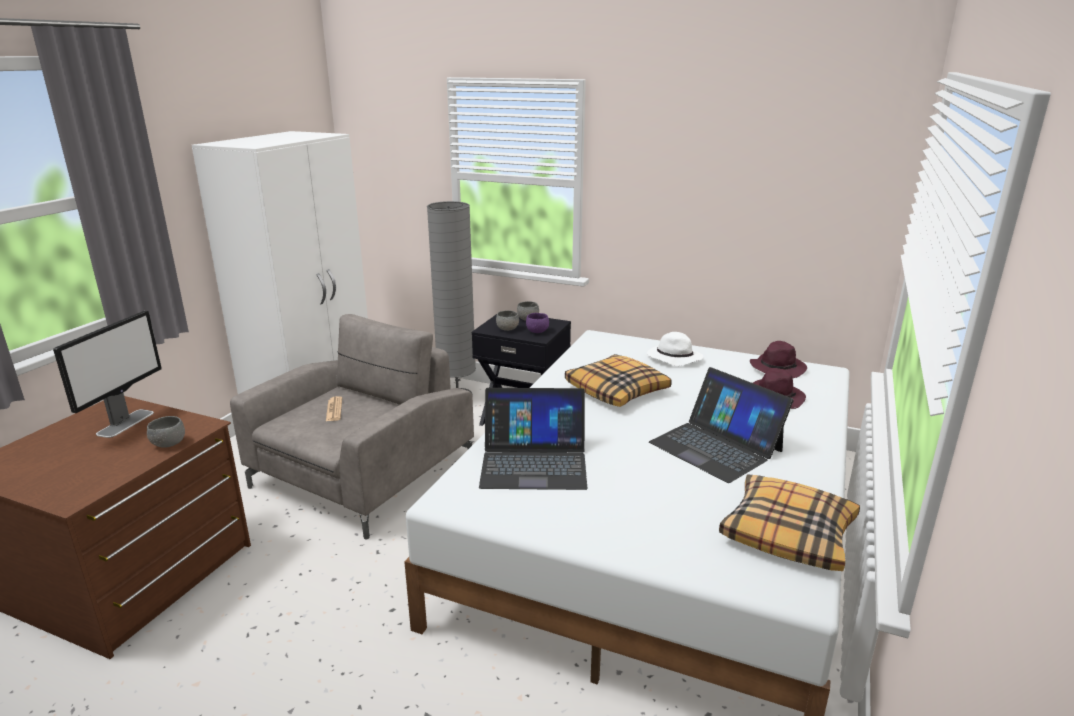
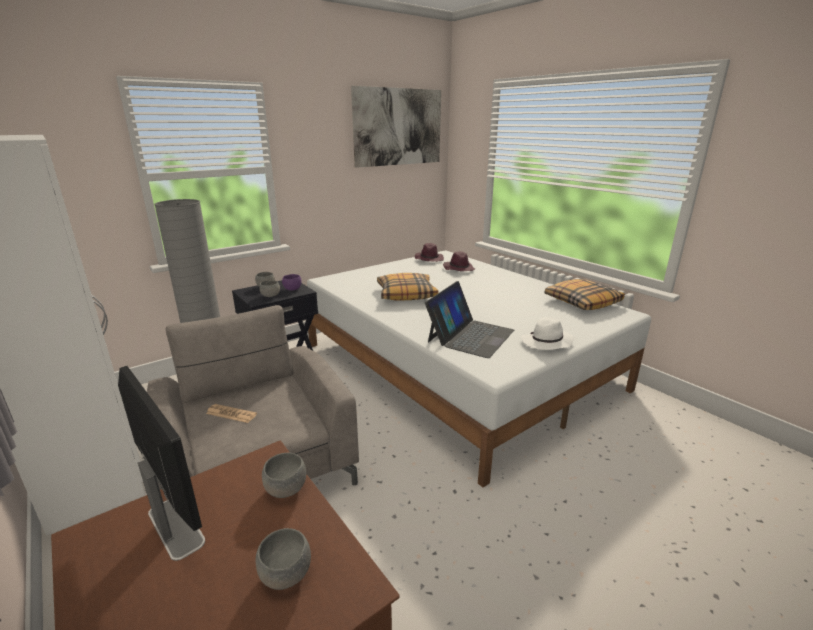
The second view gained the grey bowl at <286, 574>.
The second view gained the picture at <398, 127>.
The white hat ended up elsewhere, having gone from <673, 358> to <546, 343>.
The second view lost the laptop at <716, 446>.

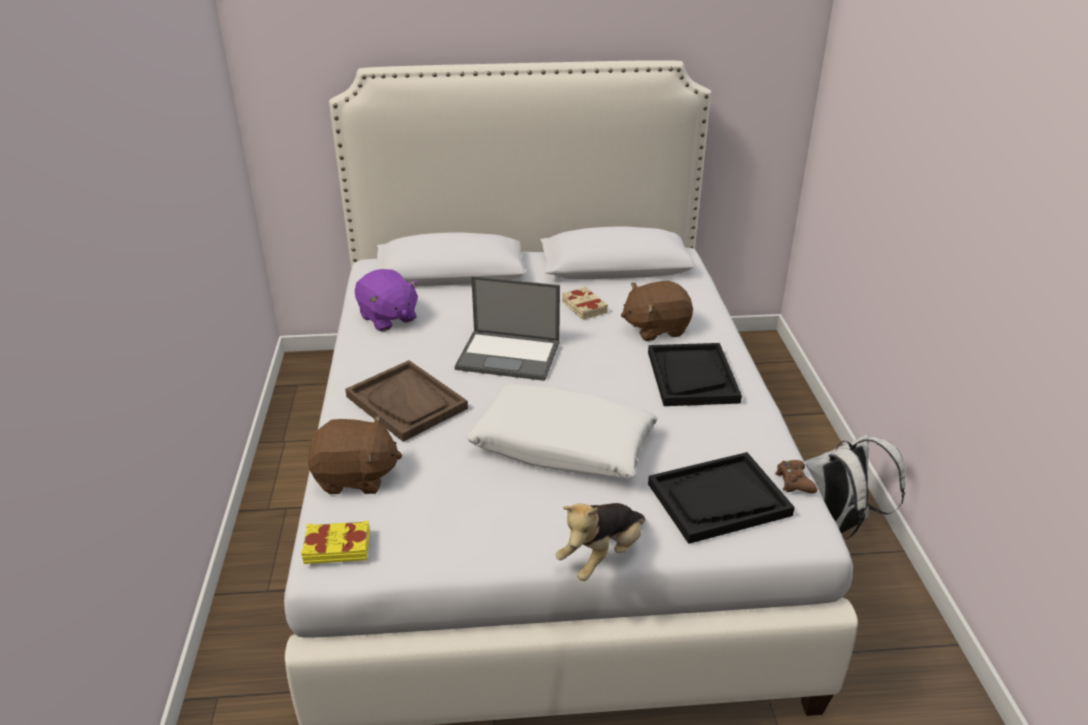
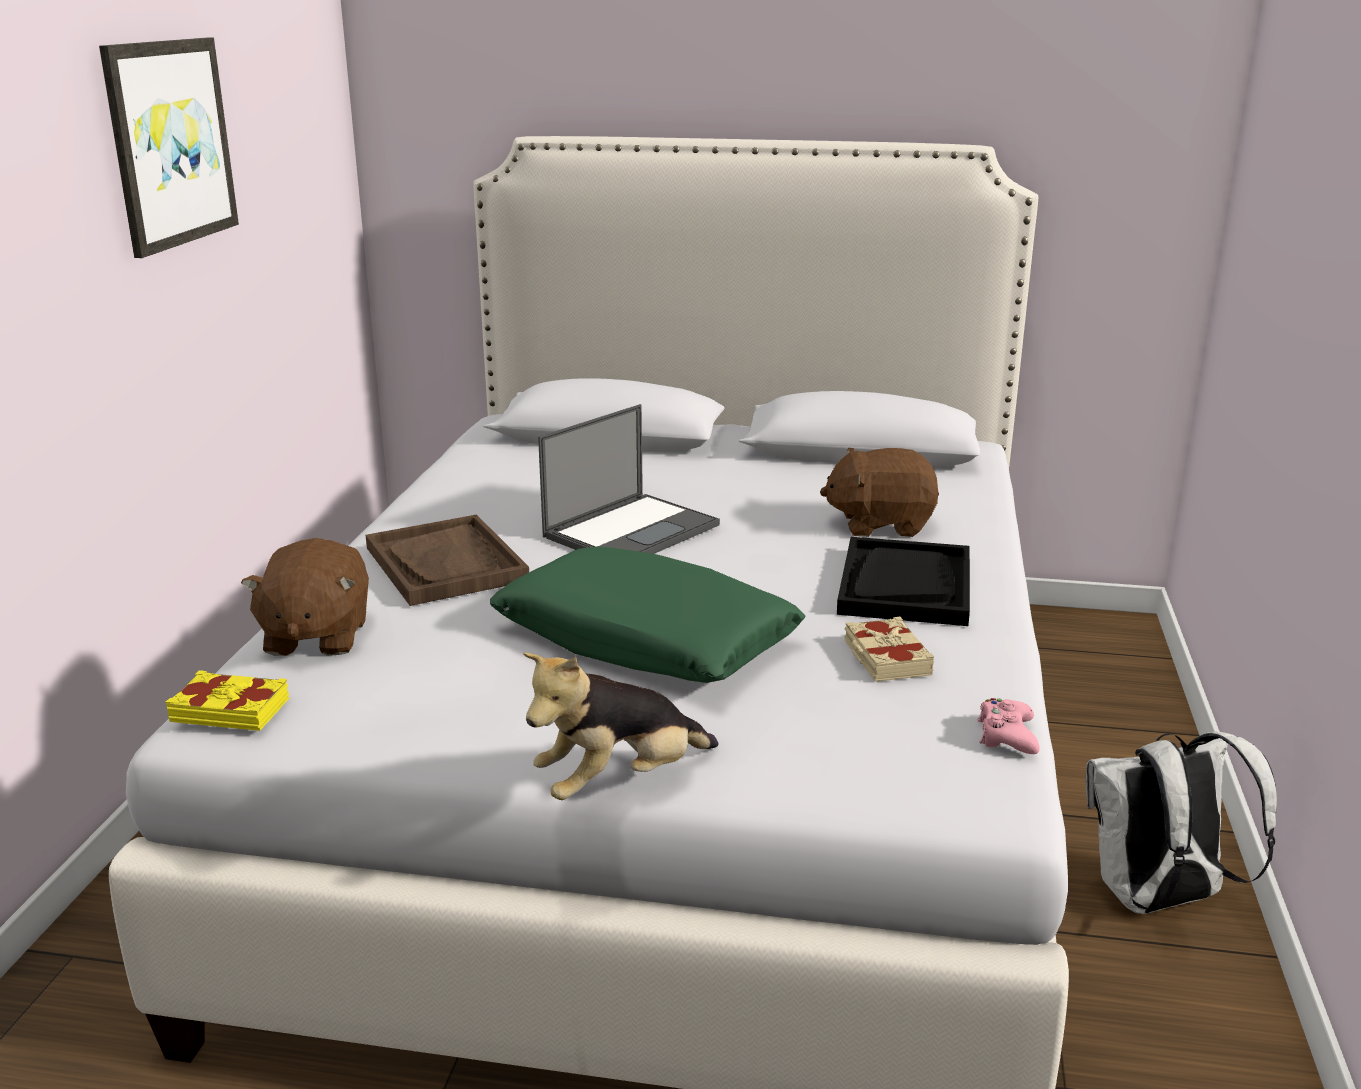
The second view gained the picture at <169, 143>.
The brown plush toy at <355, 477> ended up facing another way, 75 degrees clockwise from before.
What was the white pillow at <563, 446> turned into the green pillow at <645, 641>.
The laptop at <510, 355> ended up facing another way, 75 degrees counterclockwise from before.
The beige book ended up elsewhere, having gone from <583, 307> to <886, 658>.
What was the brown game controller at <794, 482> turned into the pink game controller at <1006, 736>.
The second view lost the purple plush toy at <388, 318>.
The second view lost the black tray at <718, 500>.

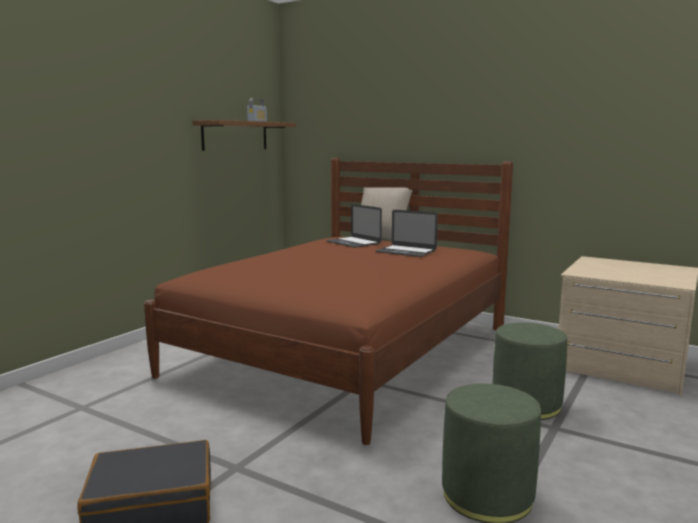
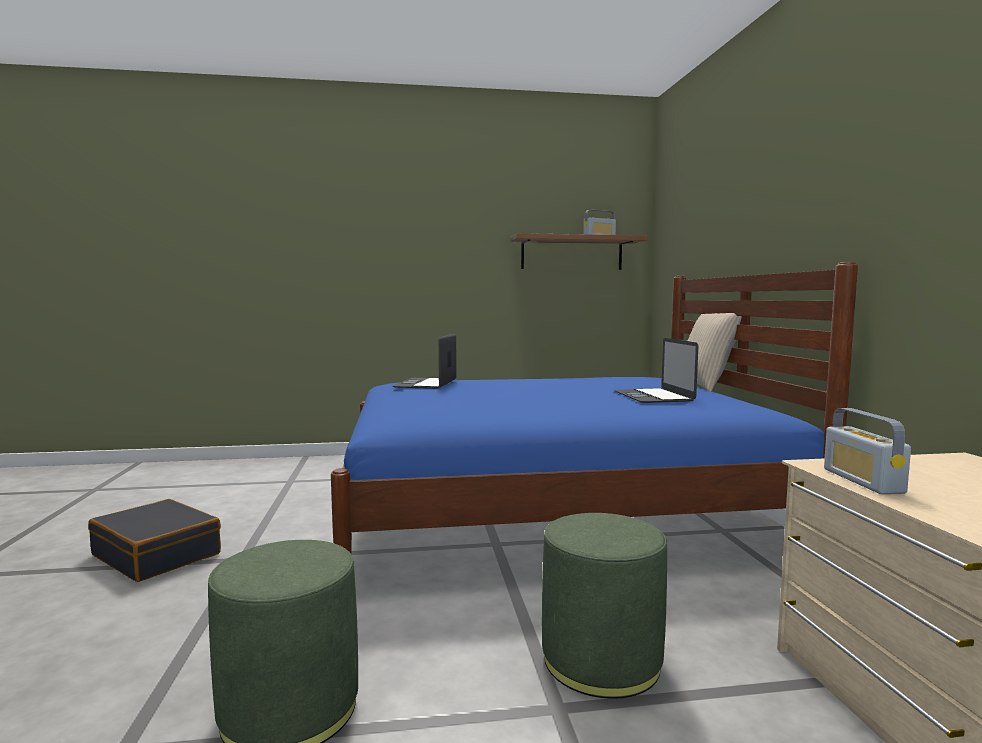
What was the brown bed at <346, 351> turned into the blue bed at <553, 513>.
The laptop ended up elsewhere, having gone from <353, 242> to <426, 384>.
The second view gained the radio at <862, 481>.

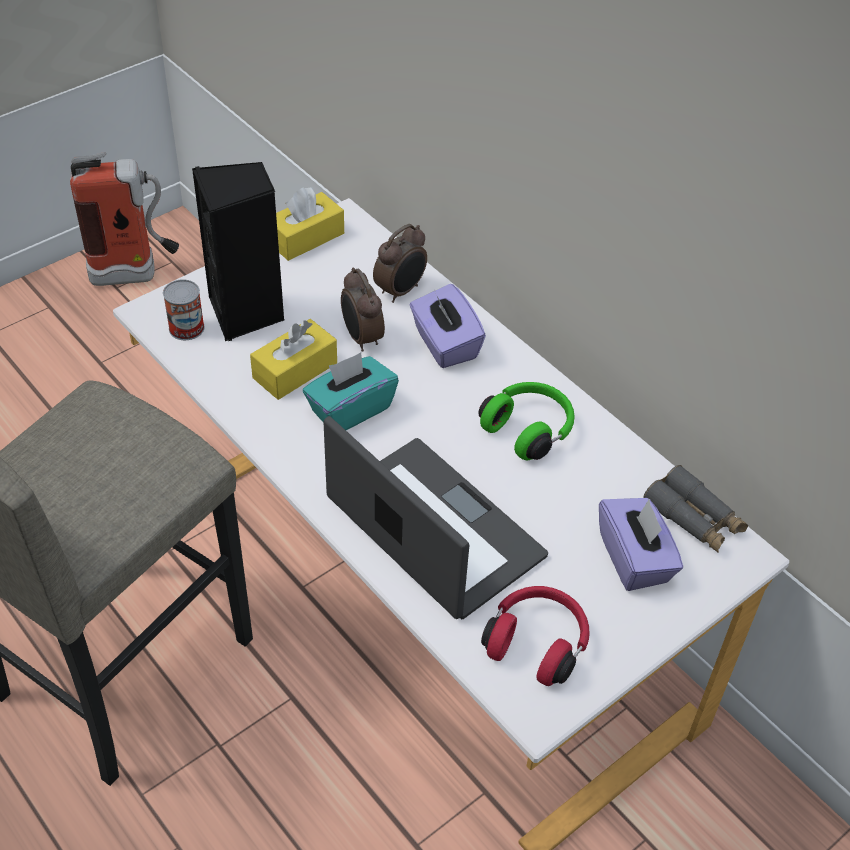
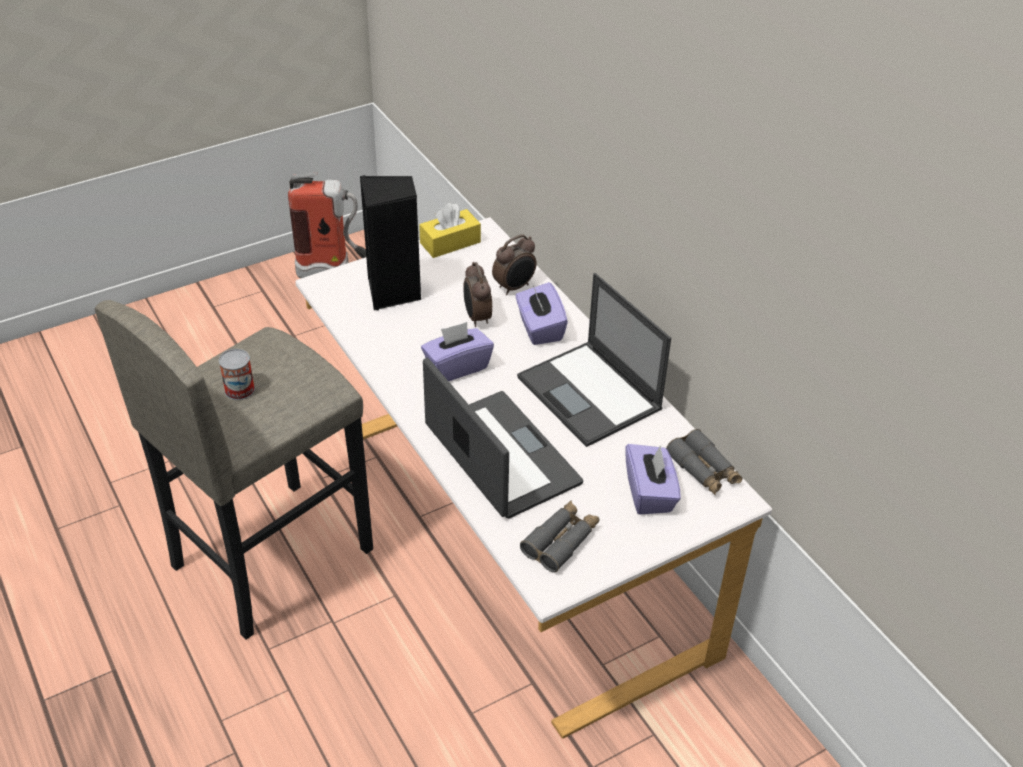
The can ended up elsewhere, having gone from <186, 328> to <239, 389>.
What was the turquoise tissue box at <350, 409> turned into the purple tissue box at <457, 366>.
Where the green headphones stood at <529, 429>, the laptop came to stand at <590, 394>.
Where the red headphones stood at <537, 642>, the grey binoculars came to stand at <561, 541>.
The second view lost the yellow tissue box at <295, 370>.

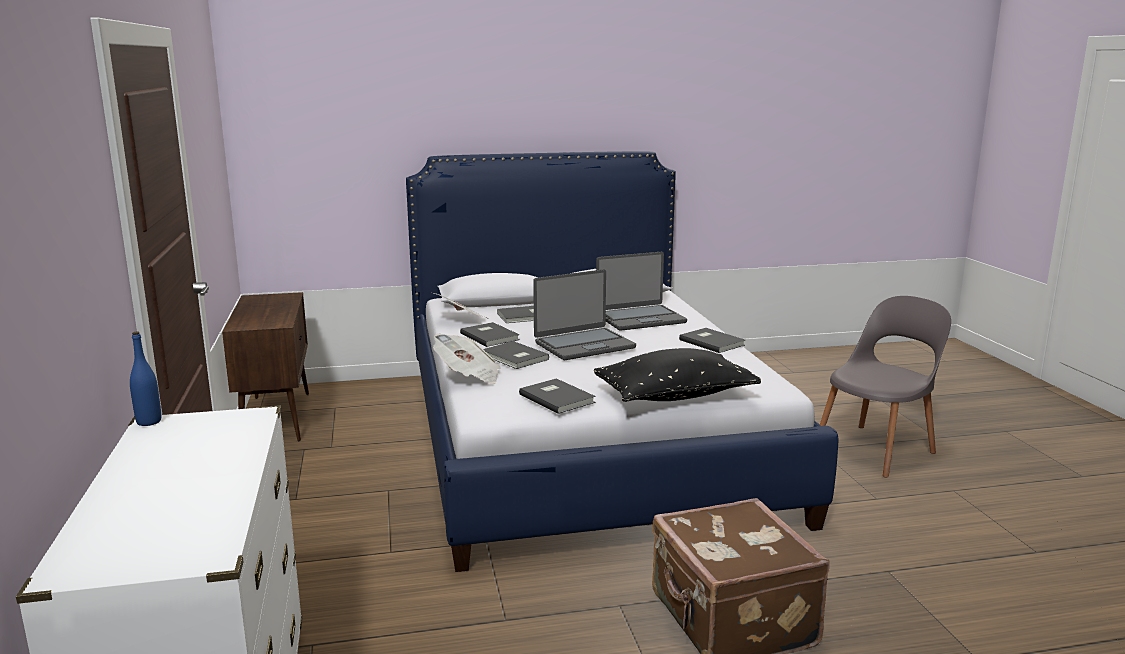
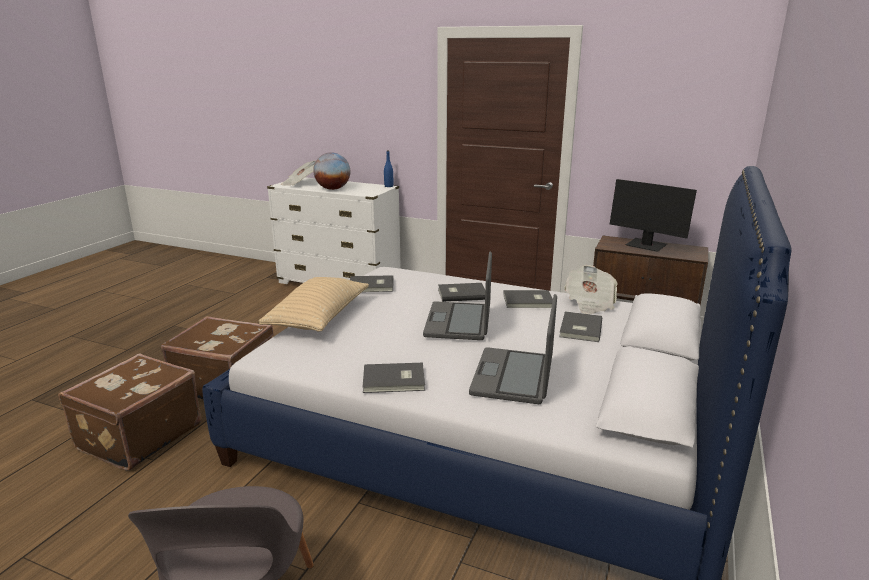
The second view gained the brown suitcase at <138, 436>.
What was the black pillow at <675, 396> turned into the beige pillow at <318, 318>.
The newspaper ended up elsewhere, having gone from <468, 376> to <300, 183>.
The second view gained the globe at <333, 189>.
The second view gained the monitor at <646, 245>.

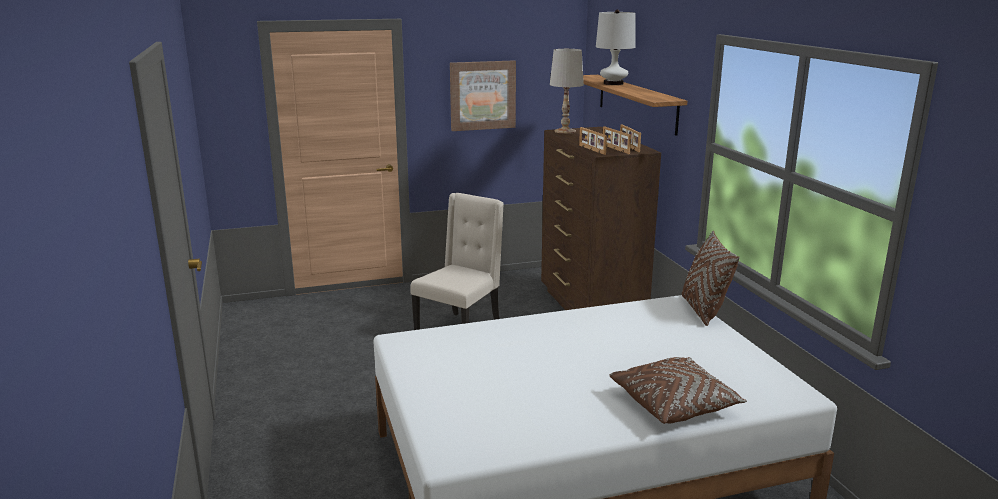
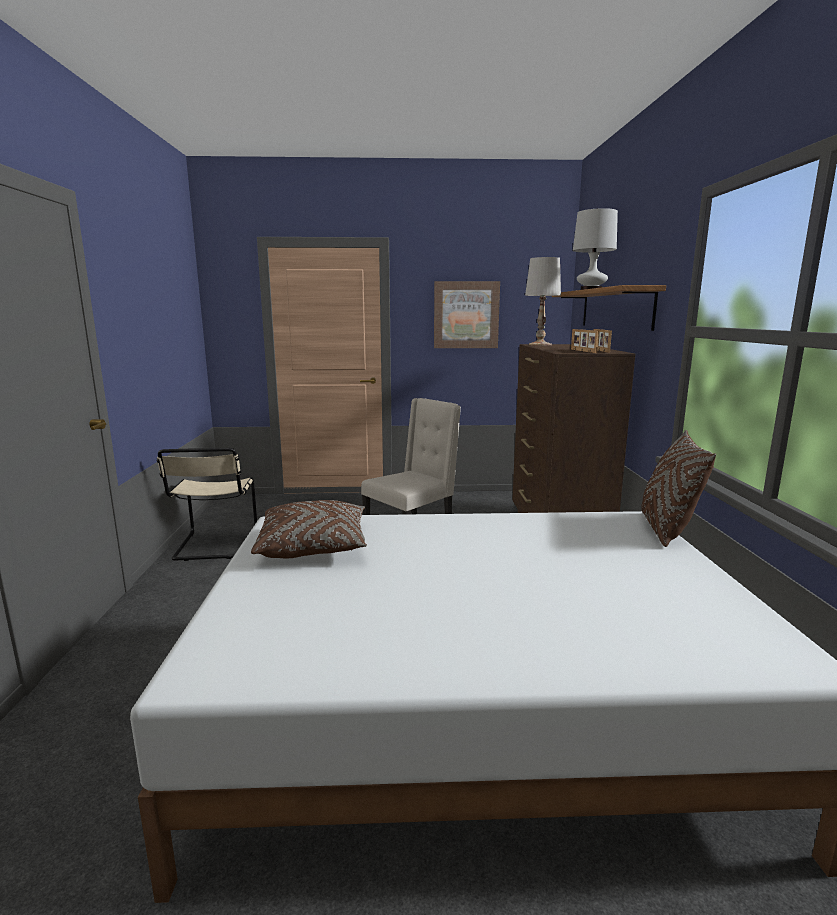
The second view gained the beige chair at <216, 546>.
The brown pillow ended up elsewhere, having gone from <675, 404> to <314, 546>.
The second view lost the picture frame at <591, 150>.

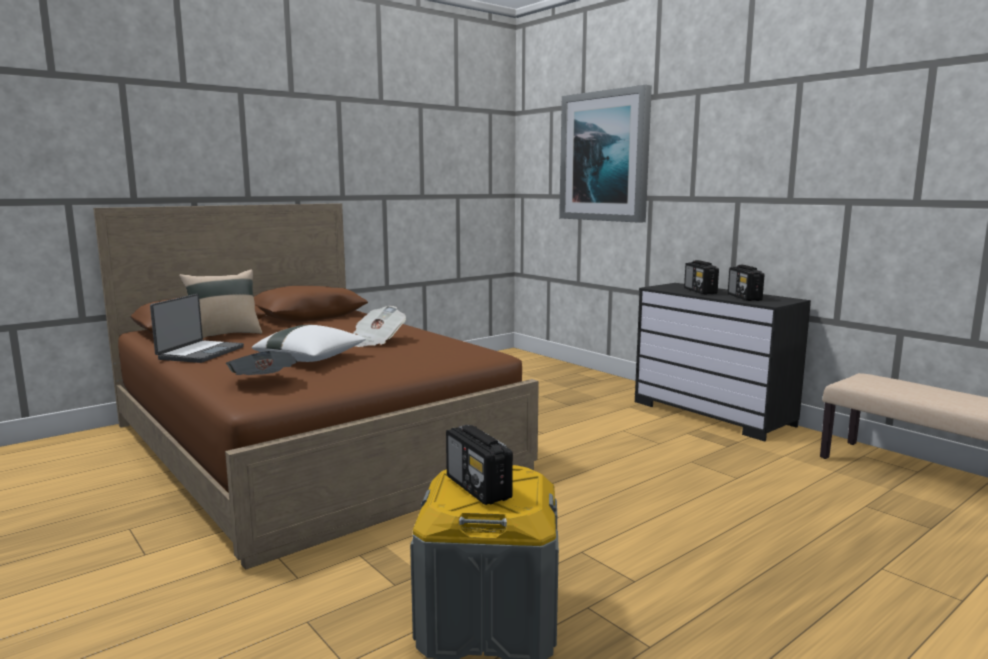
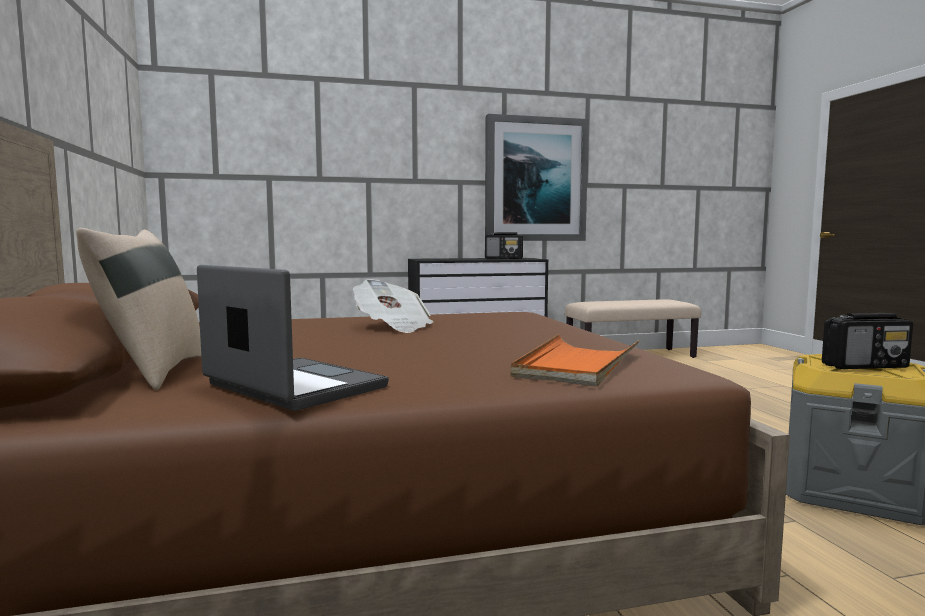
The picture ended up elsewhere, having gone from <605, 156> to <535, 180>.
Where the newspaper stood at <264, 382>, the orange tray came to stand at <577, 365>.
The second view lost the white pillow at <311, 359>.
The second view lost the radio at <700, 291>.

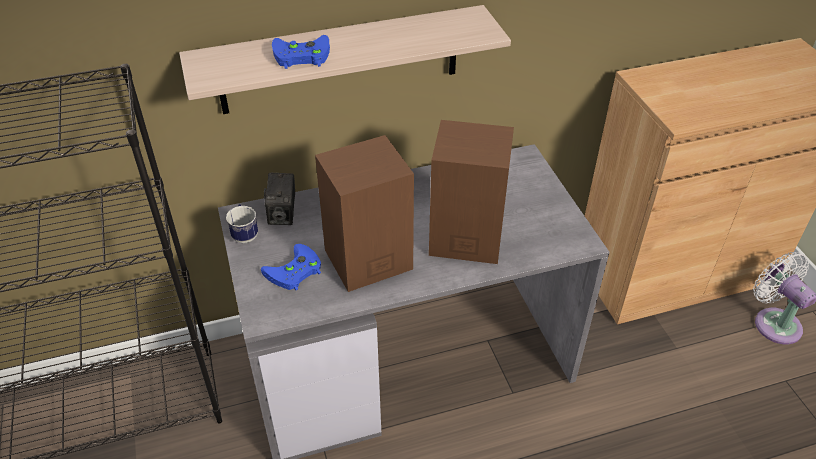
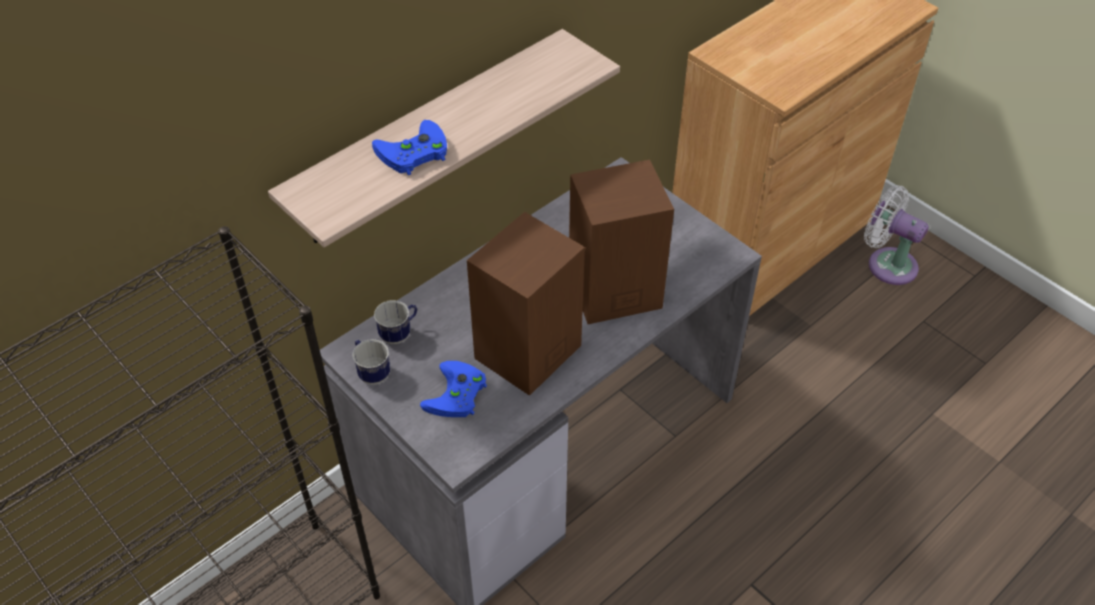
Where the photo camera stood at <283, 214>, the mug came to stand at <399, 333>.

